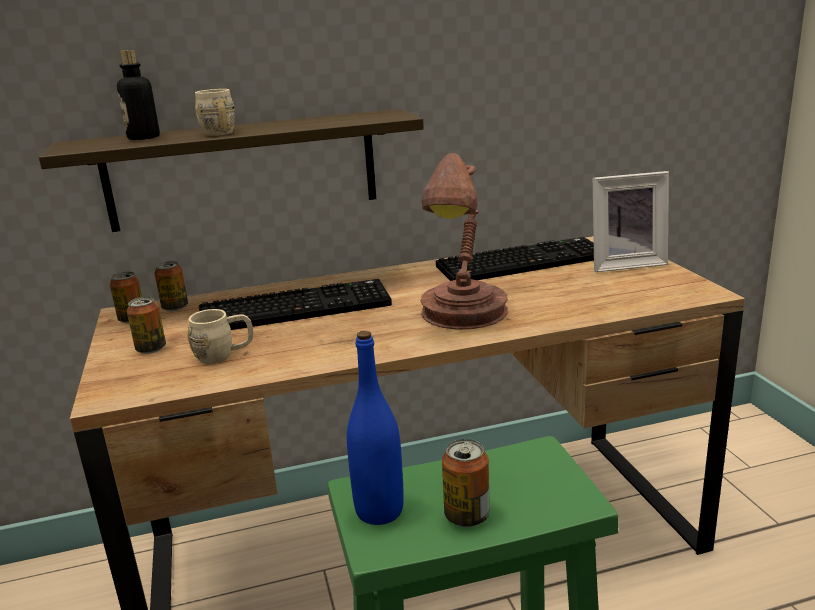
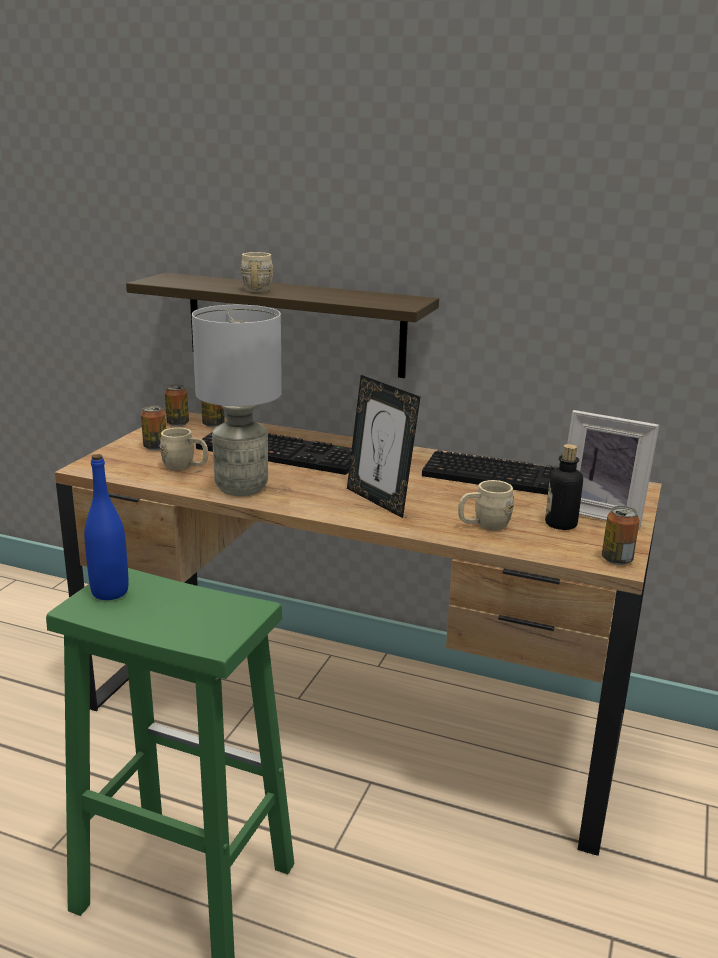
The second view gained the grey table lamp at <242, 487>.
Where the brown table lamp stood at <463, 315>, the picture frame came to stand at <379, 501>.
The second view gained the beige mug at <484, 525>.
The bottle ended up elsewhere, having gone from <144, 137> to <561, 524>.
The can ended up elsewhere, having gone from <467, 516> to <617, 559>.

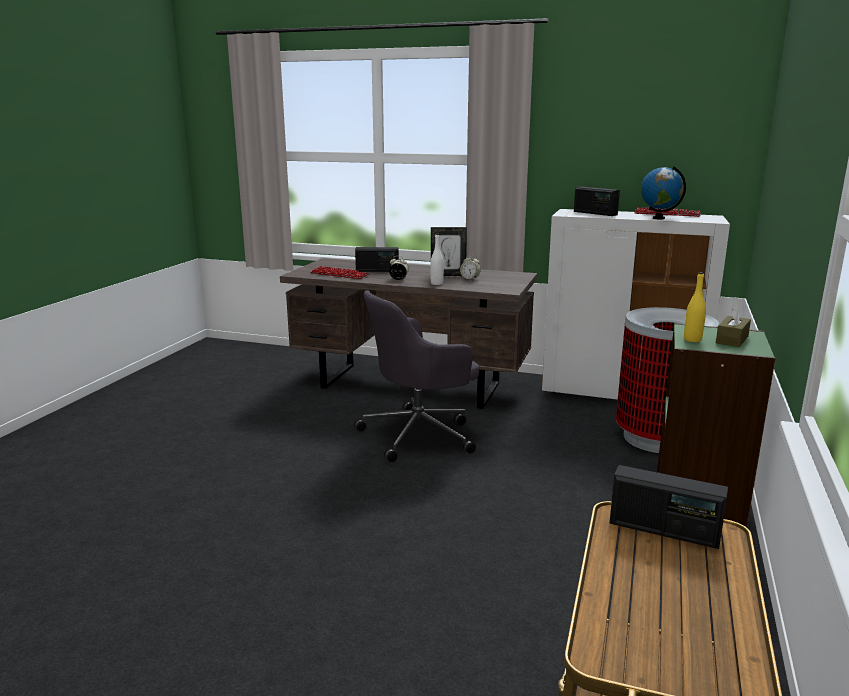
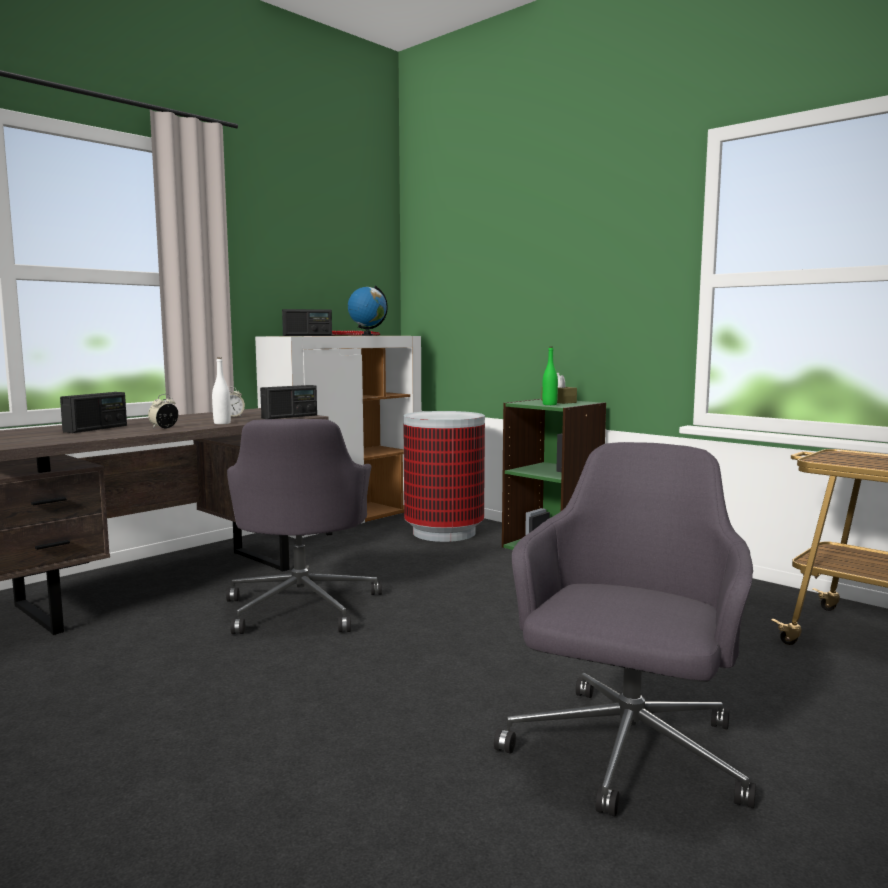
The radio ended up elsewhere, having gone from <663, 530> to <290, 416>.
The second view gained the grey office chair at <626, 754>.
What was the yellow bottle at <692, 340> turned into the green bottle at <549, 404>.
The second view lost the keyboard at <339, 274>.
The second view lost the picture frame at <448, 275>.

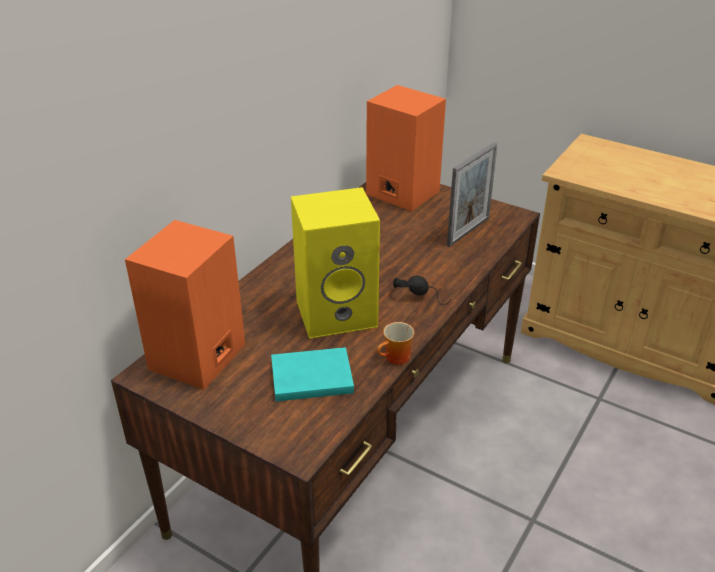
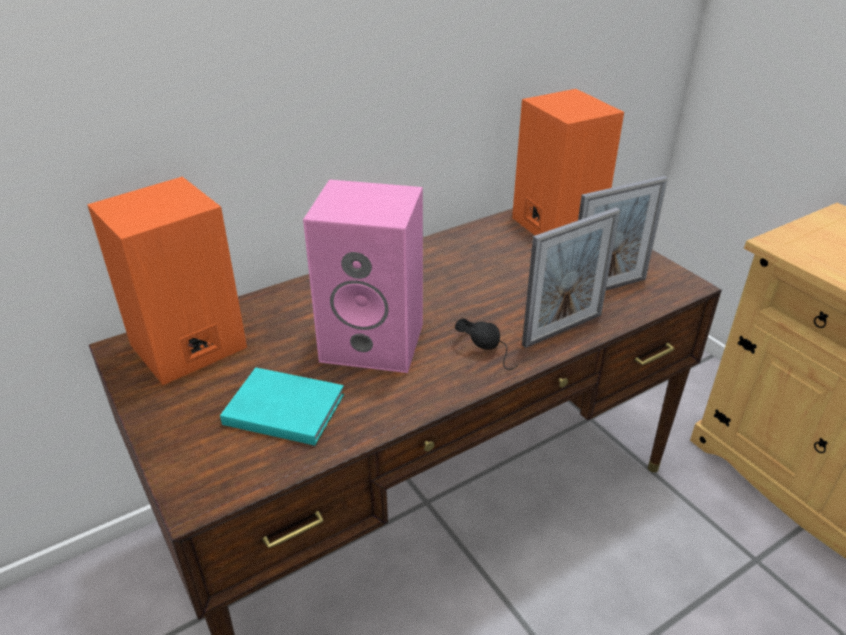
What was the yellow speaker at <338, 312> turned into the pink speaker at <375, 341>.
The second view gained the picture frame at <562, 330>.
The second view lost the mug at <396, 359>.

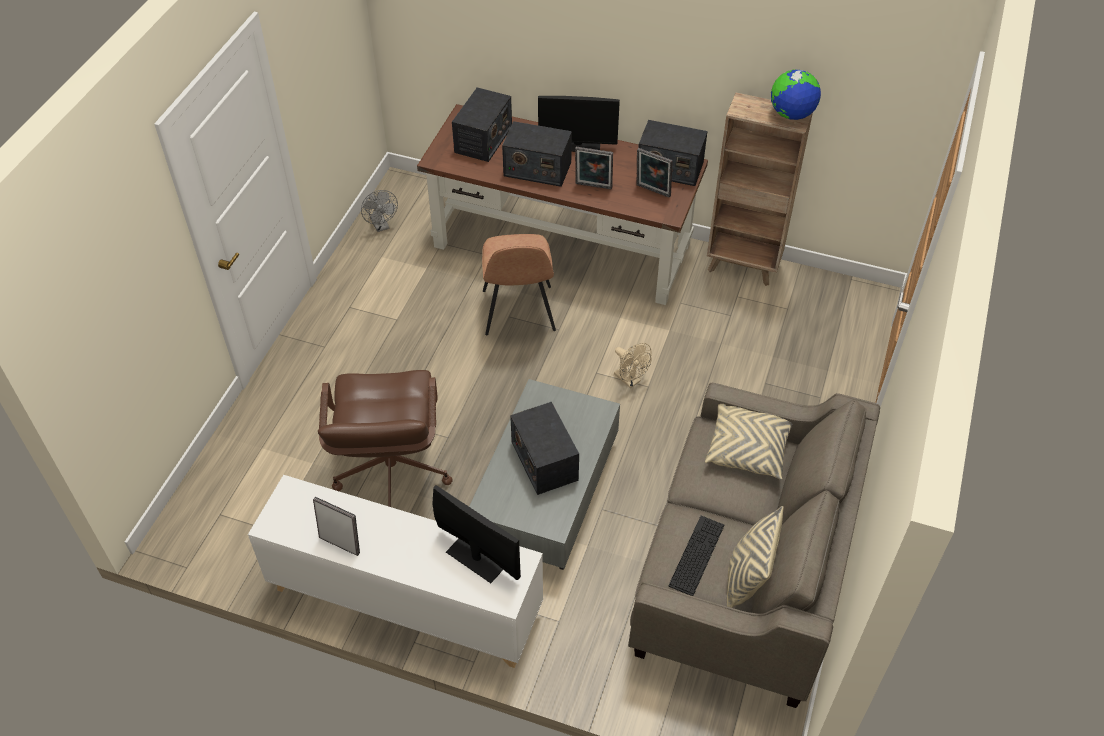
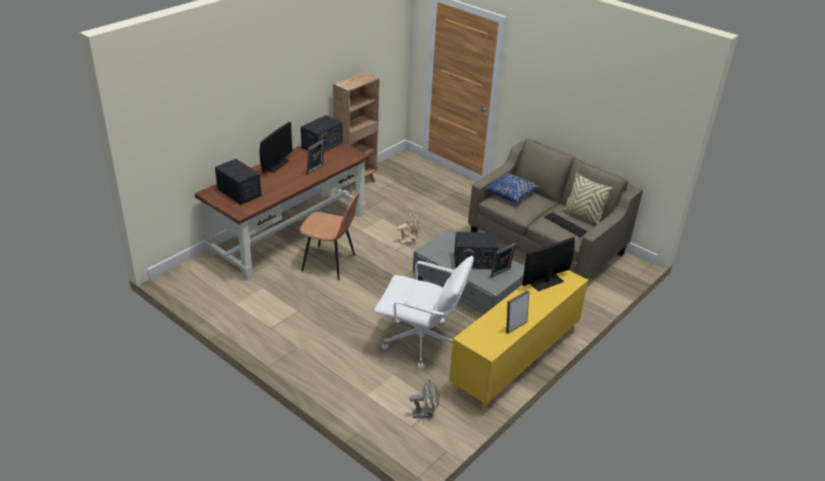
What was the brown office chair at <391, 473> turned into the white office chair at <421, 343>.
The grey fan ended up elsewhere, having gone from <381, 226> to <425, 413>.
What was the white cabinet at <404, 601> turned into the yellow cabinet at <515, 359>.
What was the beige pillow at <748, 449> turned into the blue pillow at <510, 193>.
The picture frame ended up elsewhere, having gone from <652, 192> to <501, 273>.
The second view lost the radio at <537, 169>.
The second view lost the globe at <791, 114>.

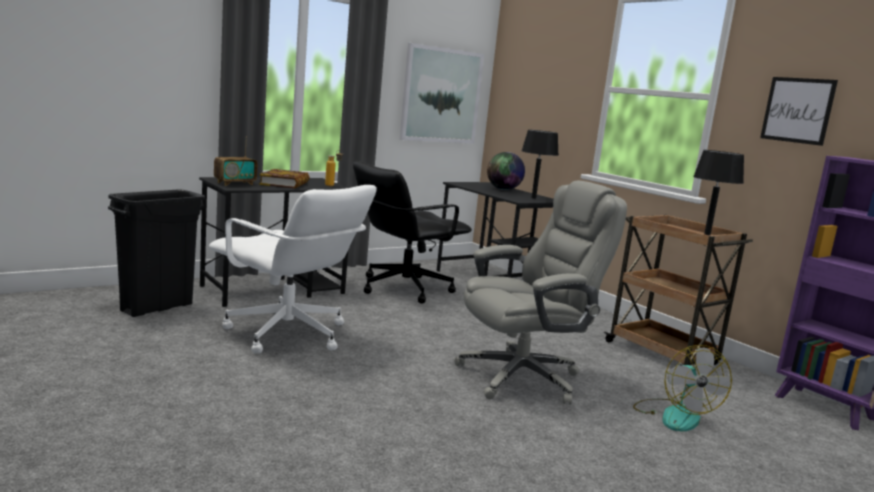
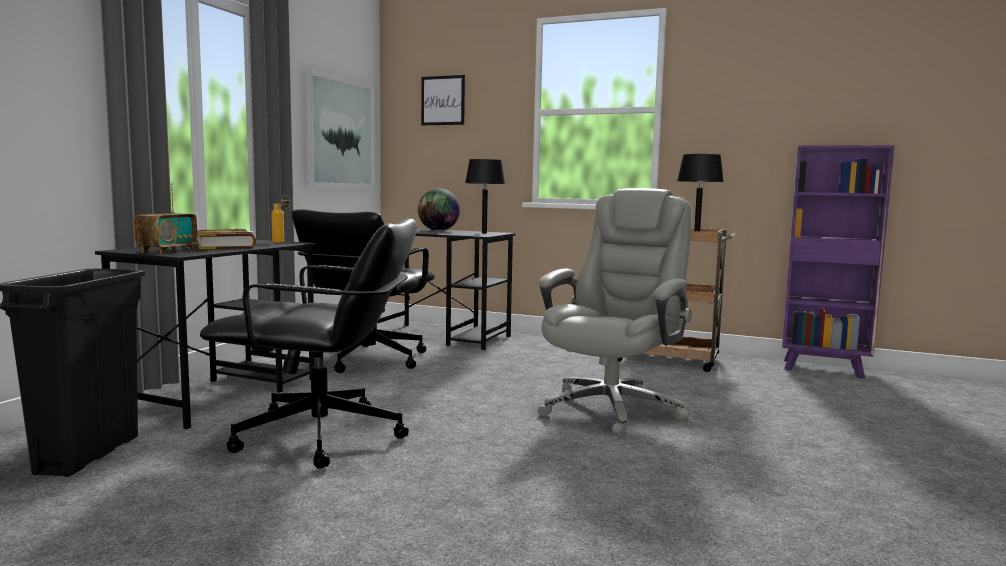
What was the white office chair at <287, 334> turned into the black office chair at <322, 437>.
The picture ended up elsewhere, having gone from <797, 110> to <443, 100>.
The second view lost the fan at <674, 415>.

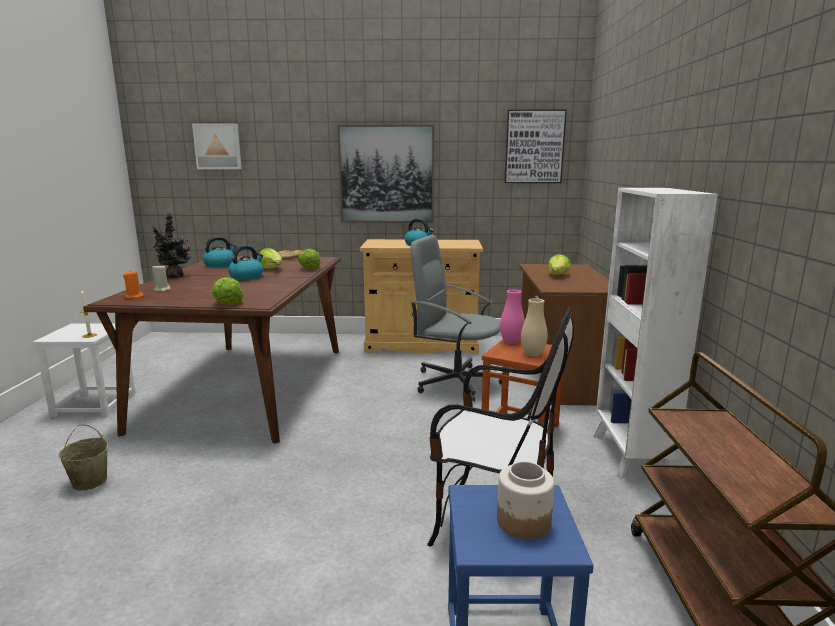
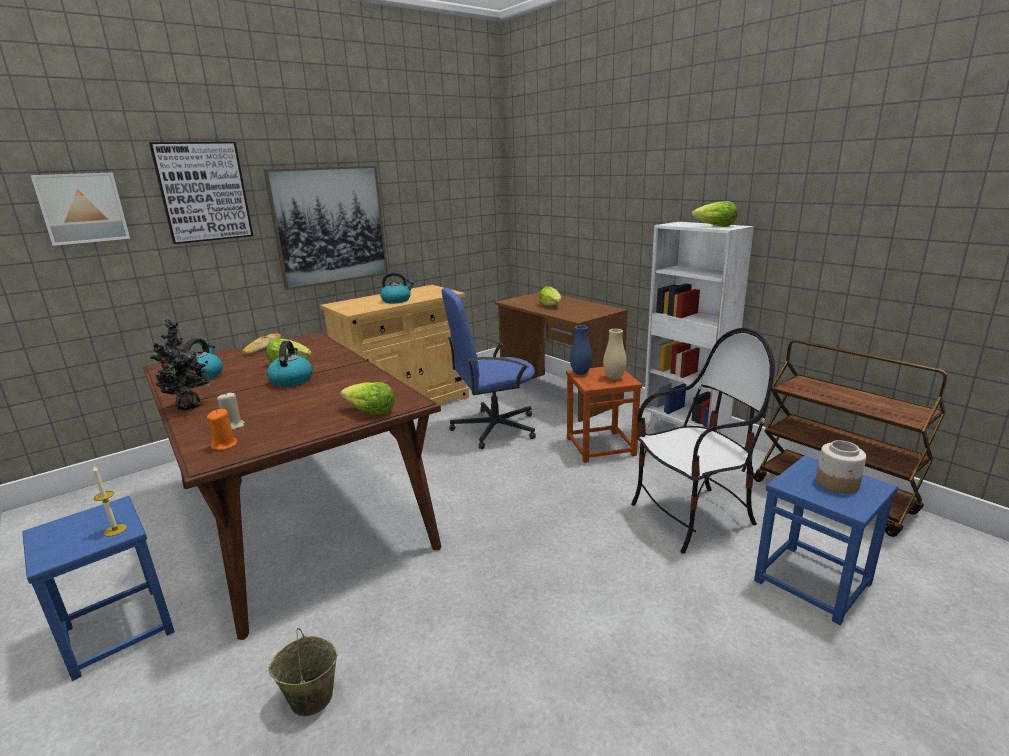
What was the white stool at <94, 404> turned into the blue stool at <117, 630>.
The picture ended up elsewhere, having gone from <534, 147> to <203, 192>.
What was the grey office chair at <455, 382> turned into the blue office chair at <493, 428>.
What was the pink vase at <511, 342> turned into the blue vase at <580, 373>.
The lettuce ended up elsewhere, having gone from <309, 268> to <714, 226>.

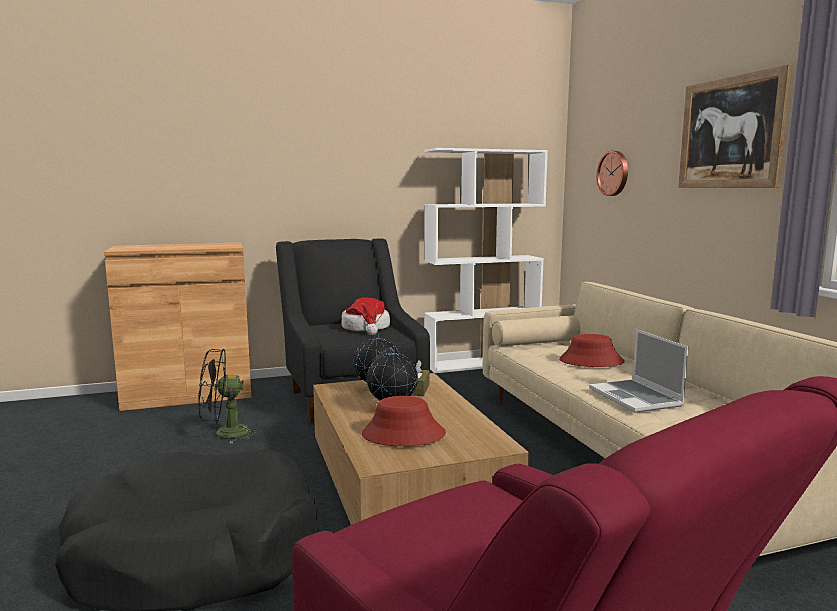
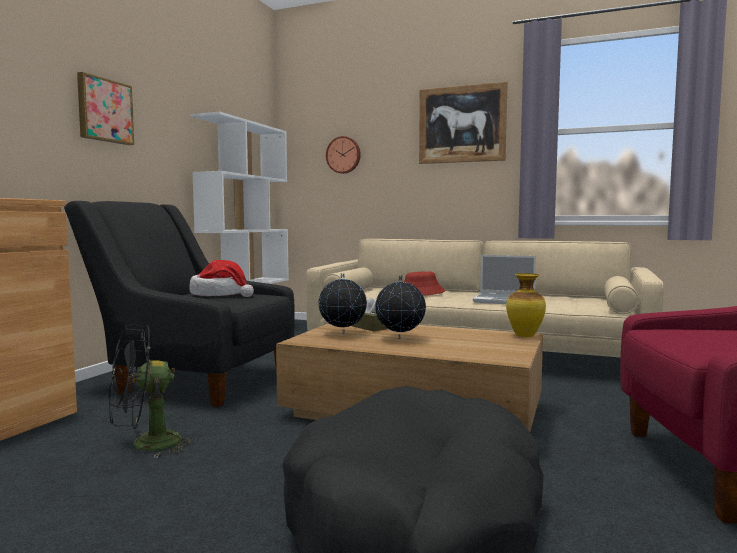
The second view gained the picture at <104, 110>.
The black fan at <224, 434> ended up facing another way, 45 degrees clockwise from before.
The second view gained the vase at <525, 336>.
The second view lost the red hat at <403, 434>.

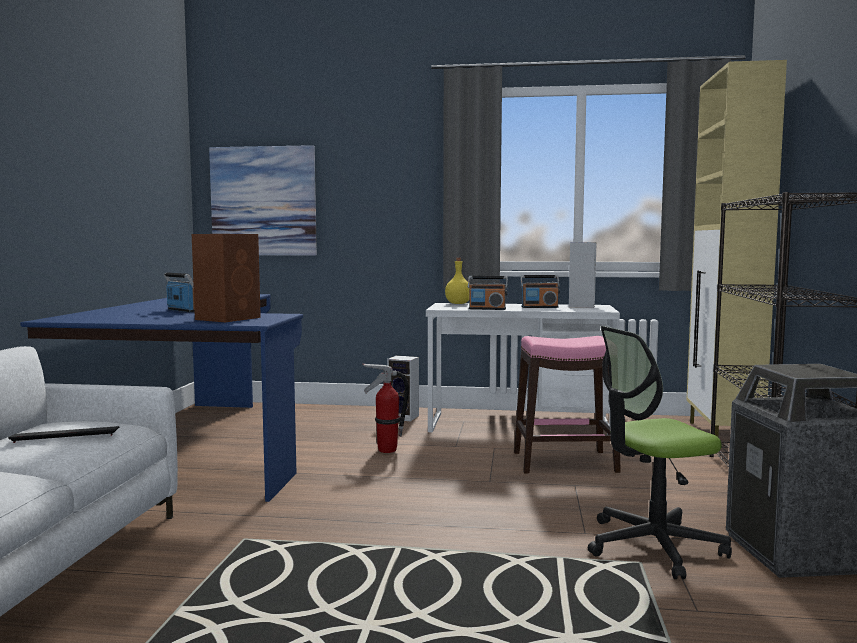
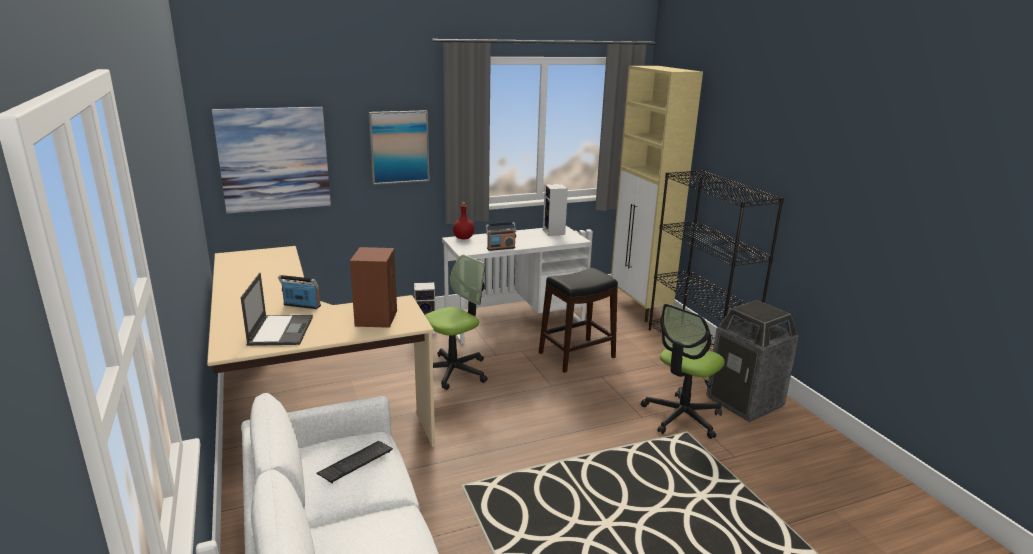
What was the blue desk at <189, 448> turned into the beige desk at <299, 407>.
The second view gained the laptop at <281, 330>.
The second view gained the picture at <399, 147>.
Where the fire extinguisher stood at <386, 450>, the office chair came to stand at <454, 371>.
What was the yellow bottle at <458, 303> turned into the red bottle at <463, 238>.
What was the pink stool at <565, 462> turned into the black stool at <577, 355>.
The second view lost the radio at <539, 307>.

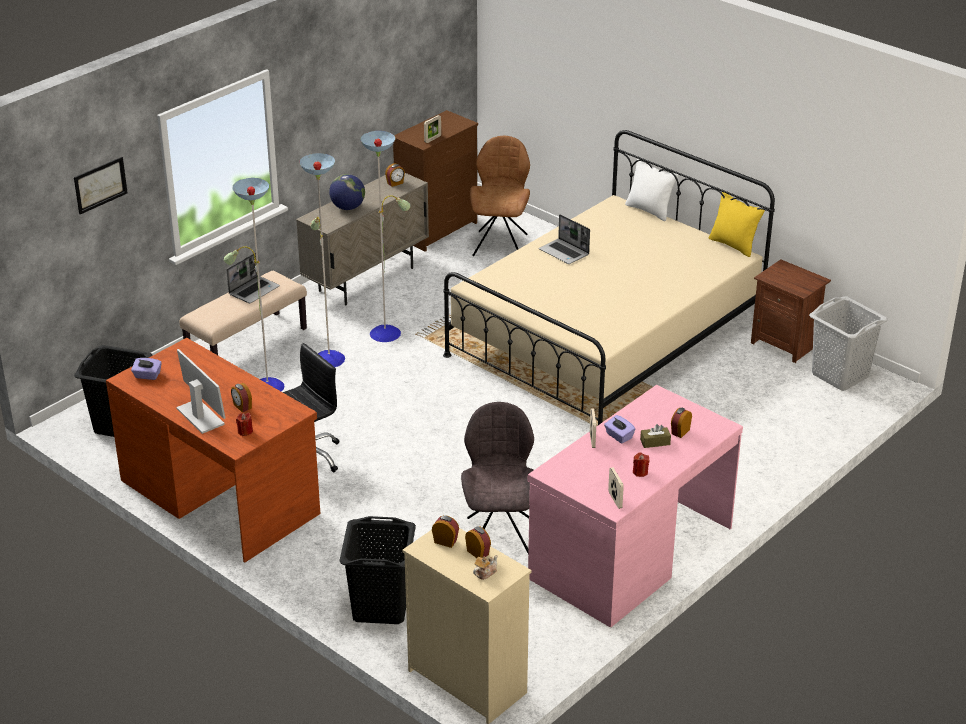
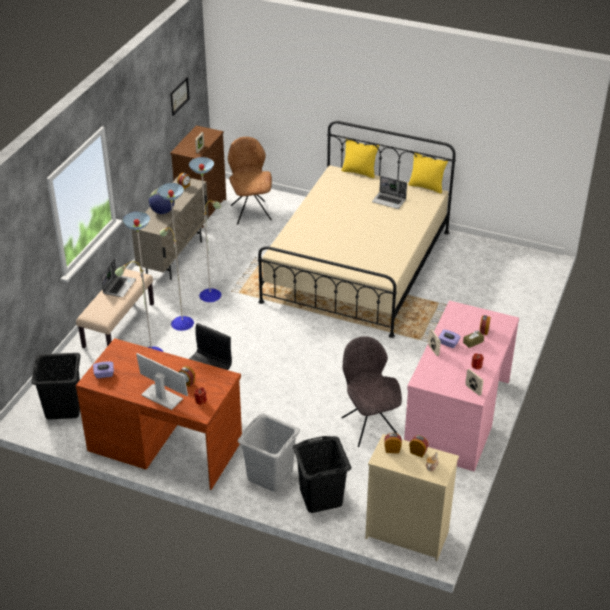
The picture ended up elsewhere, having gone from <100, 185> to <179, 96>.
The grey laundry basket ended up elsewhere, having gone from <840, 375> to <270, 475>.
What was the white pillow at <649, 210> turned into the yellow pillow at <359, 172>.
The laptop ended up elsewhere, having gone from <564, 252> to <389, 201>.
The second view lost the brown nightstand at <785, 344>.

